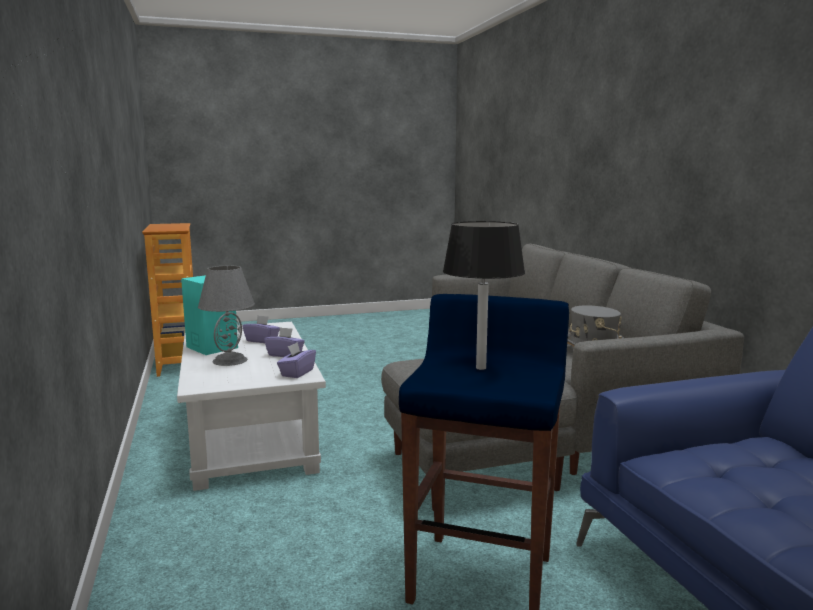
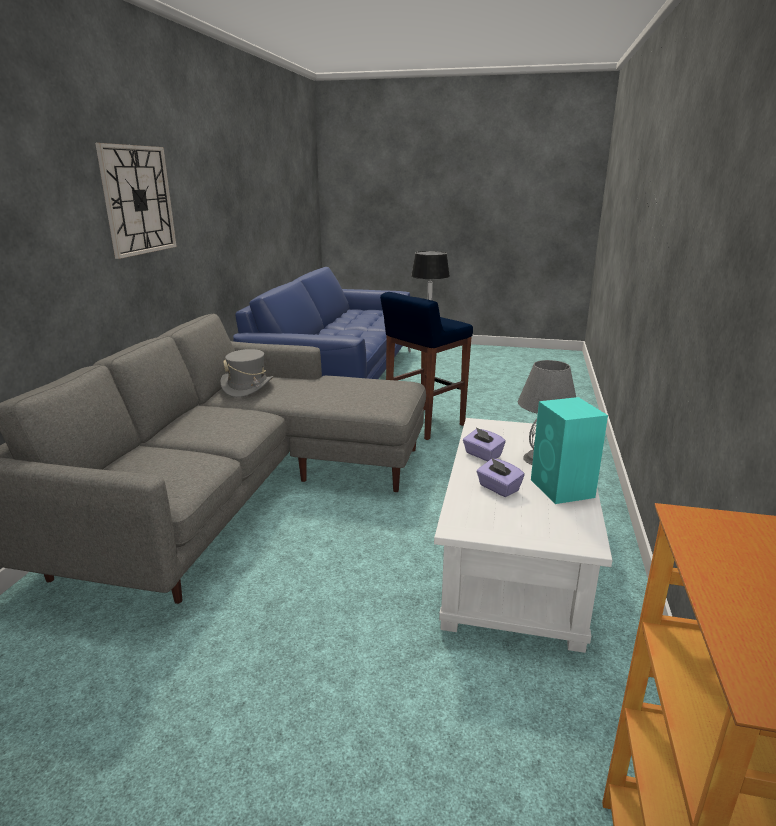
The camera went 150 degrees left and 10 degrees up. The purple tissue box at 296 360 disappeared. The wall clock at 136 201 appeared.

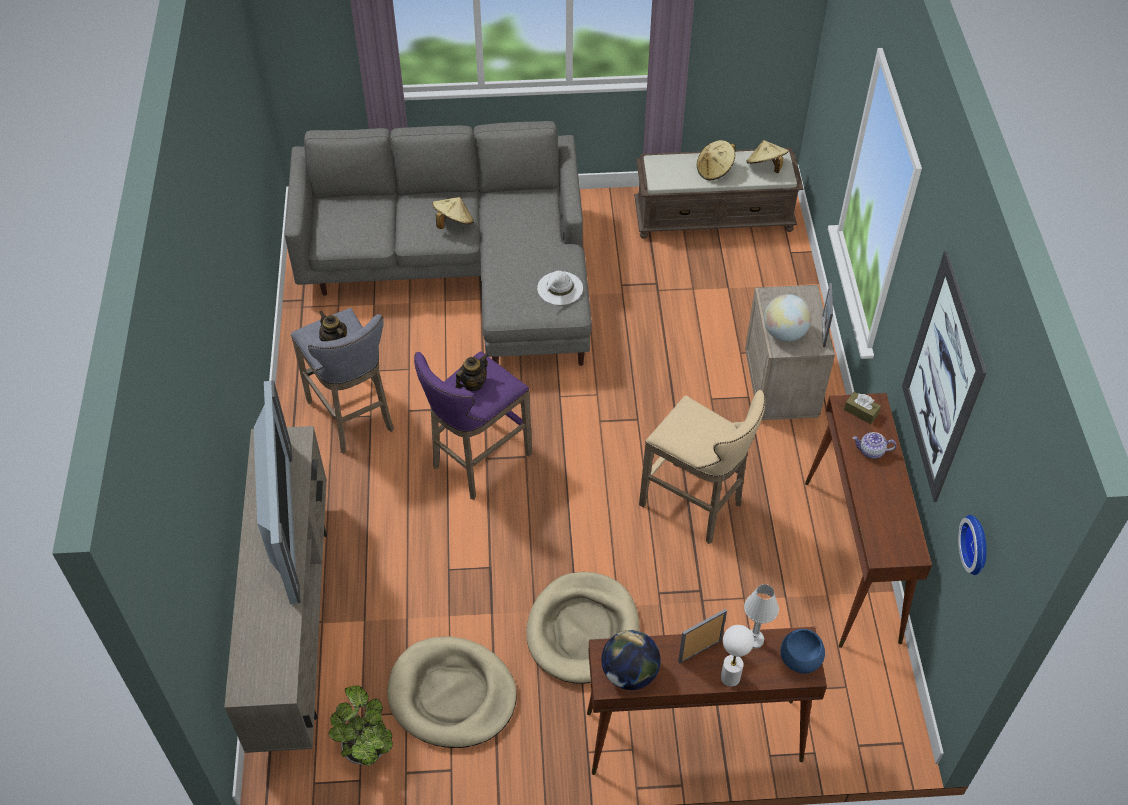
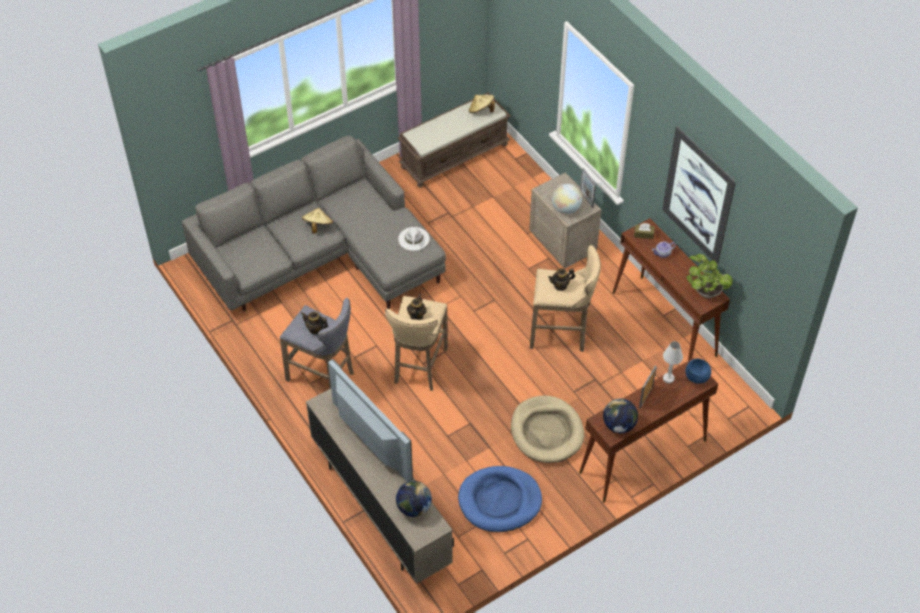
The camera went 30 degrees left and 0 degrees up. The beige hat at 716 160 disappeared. The purple stool at 473 425 became the beige stool at 416 343. The wall clock at 972 545 disappeared. The white table lamp at 737 656 disappeared. The beige dog bed at 452 692 became the blue dog bed at 500 499. The potted plant moved from 361 725 to 709 276. The teapot at 561 279 appeared. The globe at 414 499 appeared.

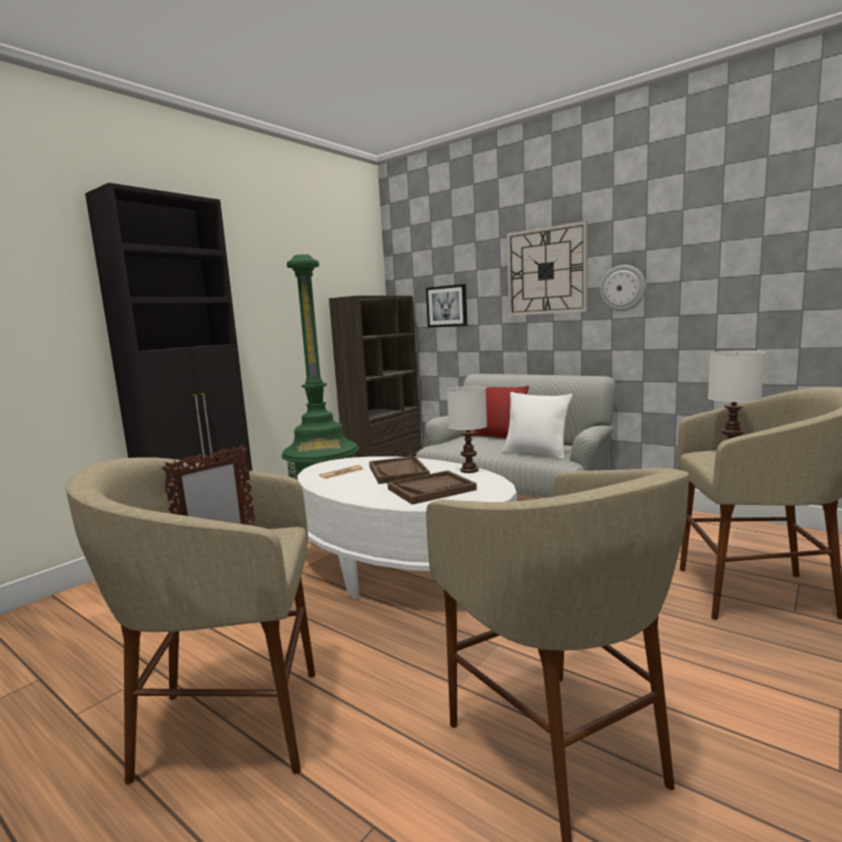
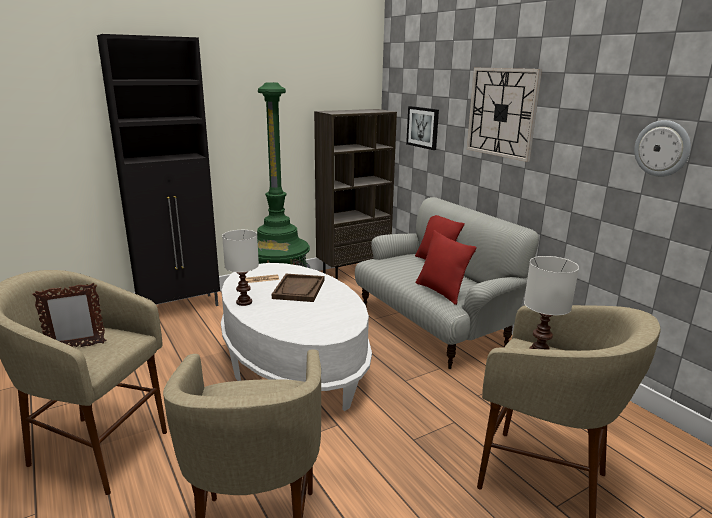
The camera went 20 degrees right and 10 degrees up. The wall clock moved from 623 288 to 662 148. The white table lamp moved from 467 429 to 240 268. The white pillow at 537 426 became the red pillow at 446 267. The brown tray at 432 487 disappeared.

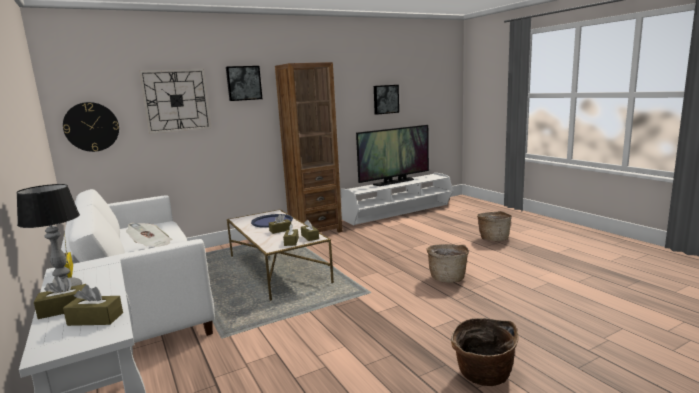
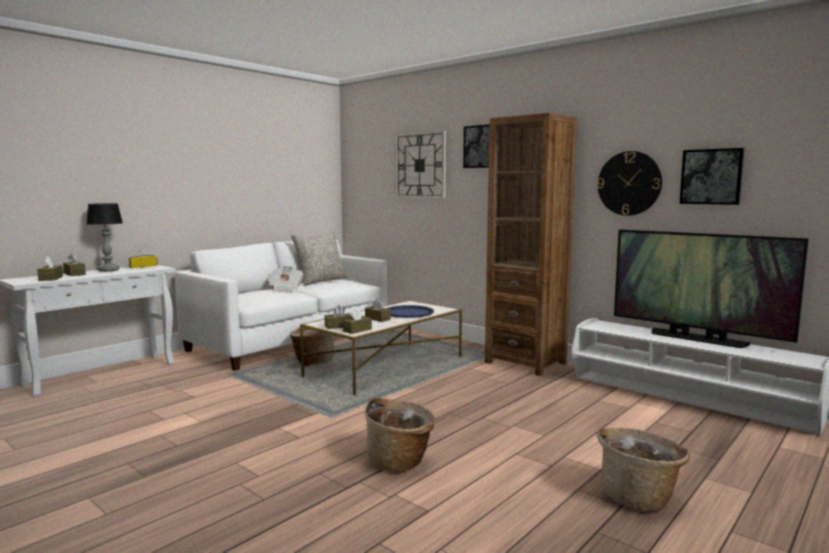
The camera went 70 degrees right and 5 degrees down. The wall clock moved from 91 127 to 629 183. The basket moved from 485 352 to 312 346. The grey pillow at 319 258 appeared.

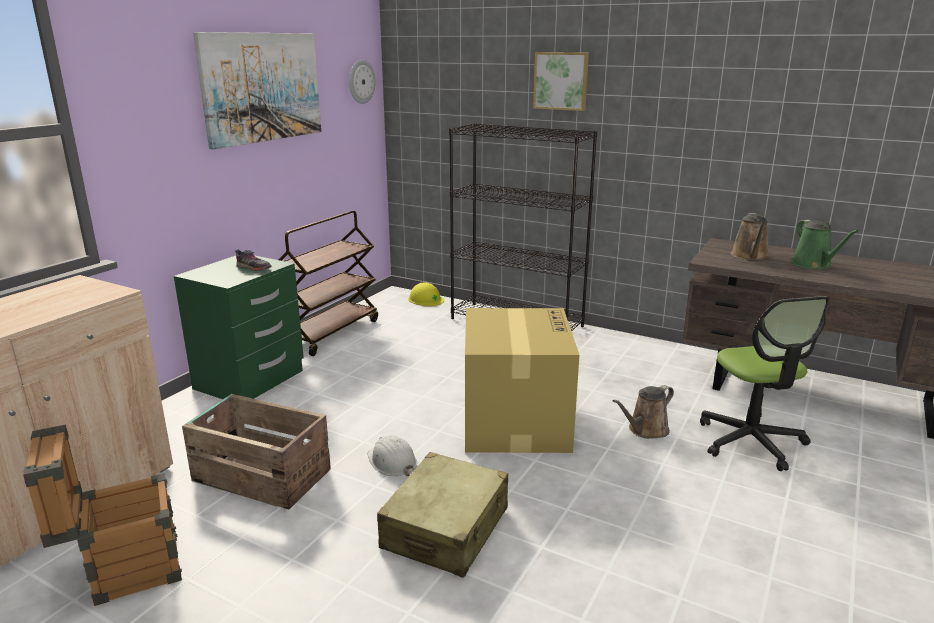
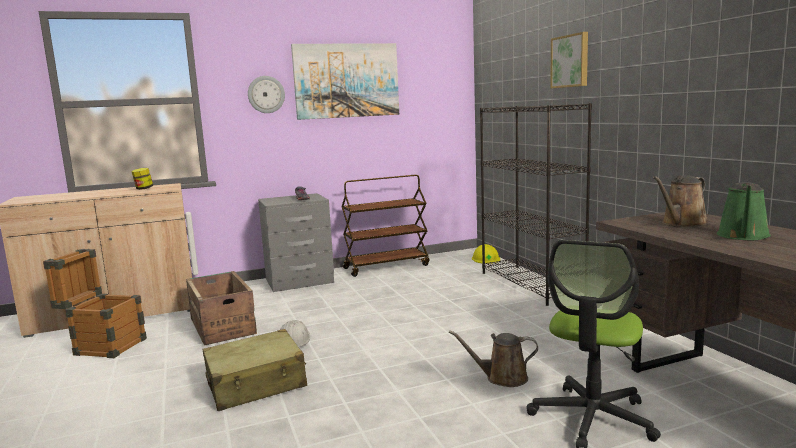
The camera went 40 degrees right and 10 degrees down. The wall clock moved from 362 82 to 266 94. The green nightstand at 239 327 became the grey nightstand at 296 242. The cardboard box at 522 380 disappeared. The jar at 142 179 appeared.

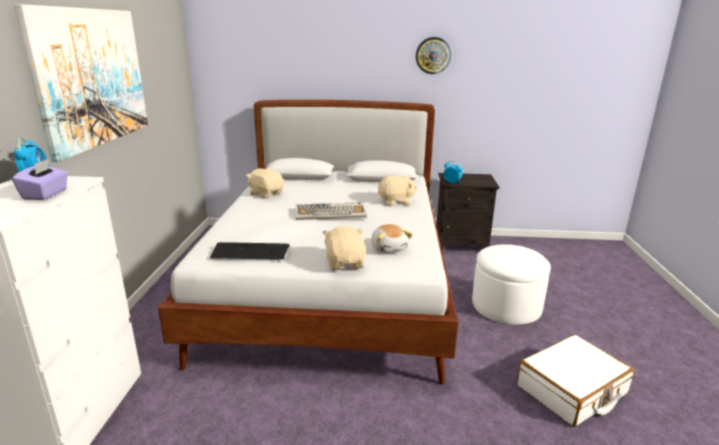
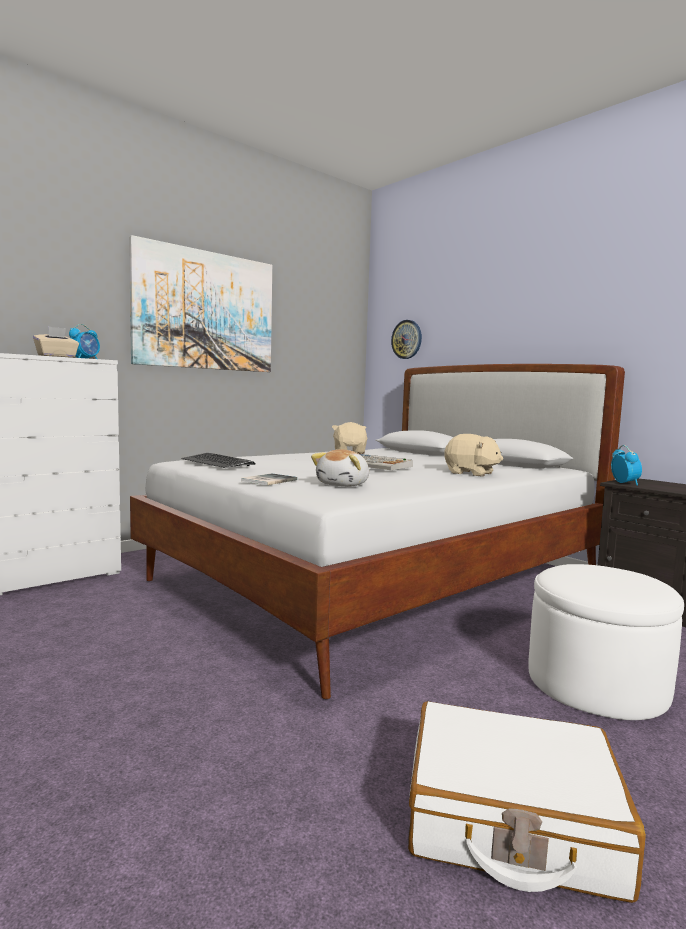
The camera went 45 degrees right and 15 degrees down. The wall clock moved from 433 55 to 406 339. The purple tissue box at 40 179 became the beige tissue box at 56 342. The beige plush toy at 344 248 was replaced by the book at 269 479.

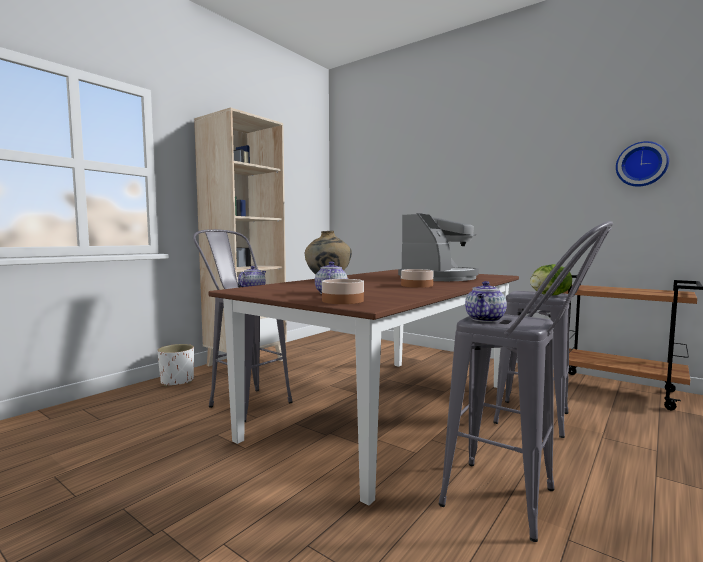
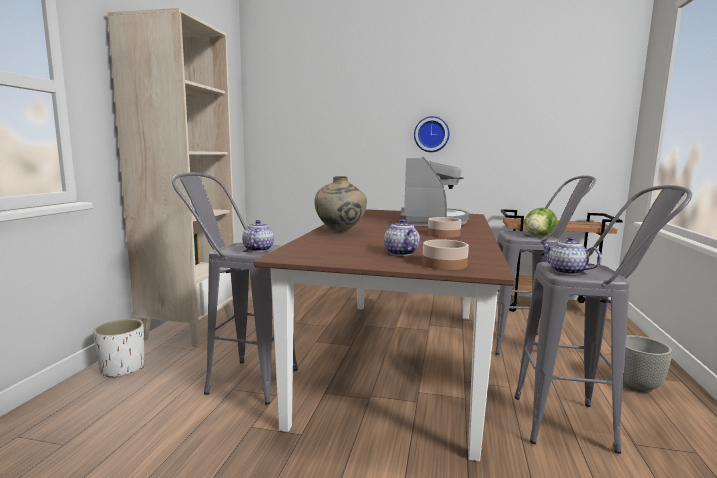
The camera went 25 degrees left and 5 degrees up. The wall clock moved from 642 164 to 432 134. The teapot at 486 301 turned 135 degrees clockwise. The planter at 647 364 appeared.

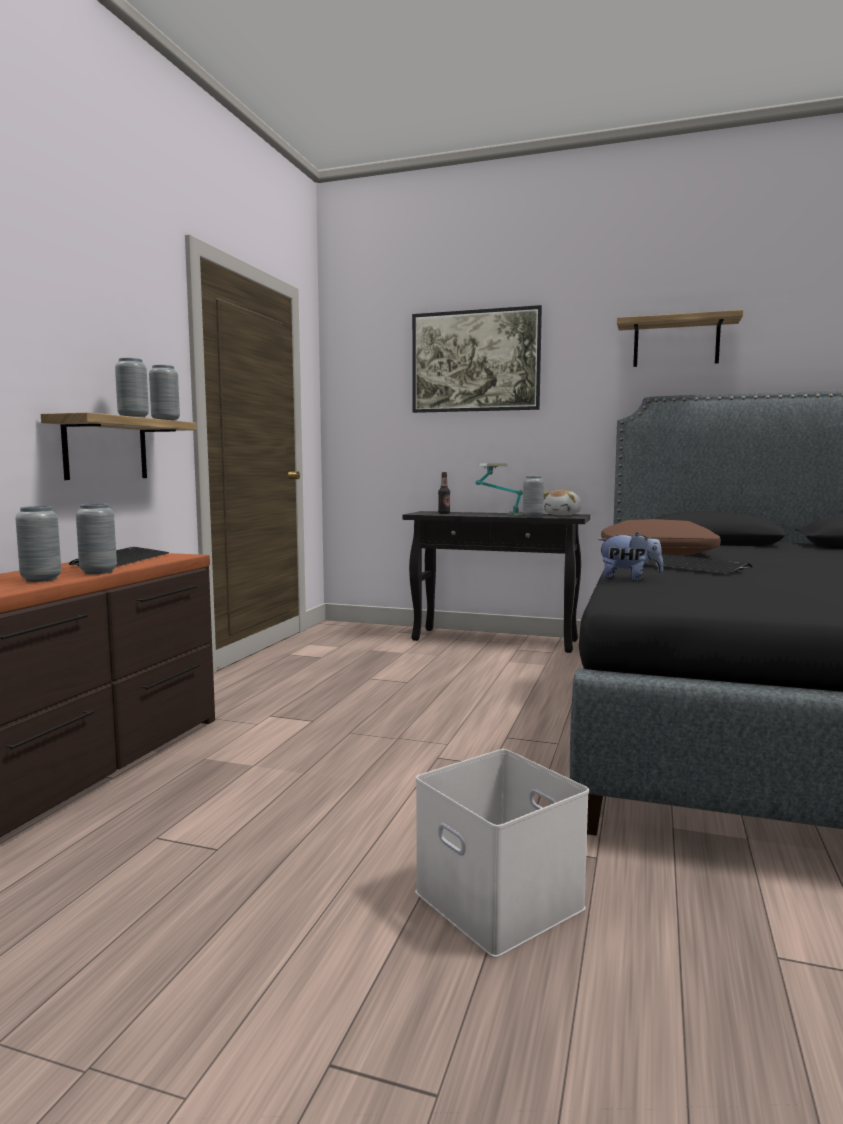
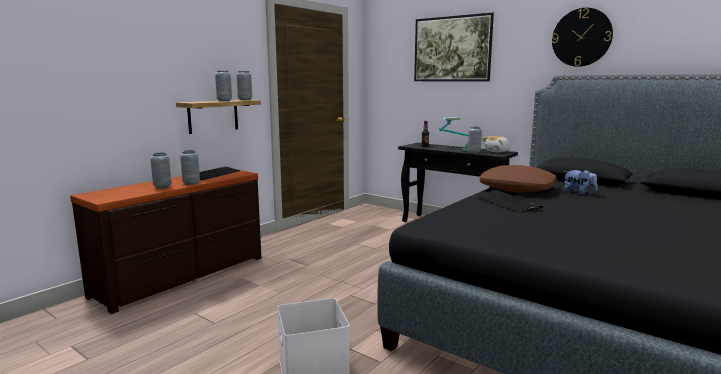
The camera went 20 degrees right and 5 degrees up. The shelf at 680 338 was replaced by the wall clock at 582 37. The plush toy moved from 630 557 to 581 182.

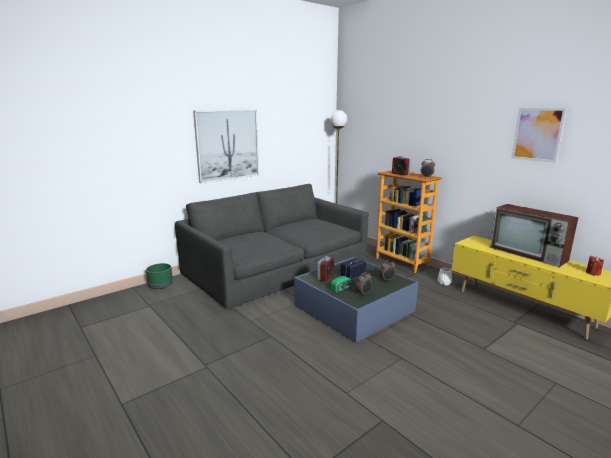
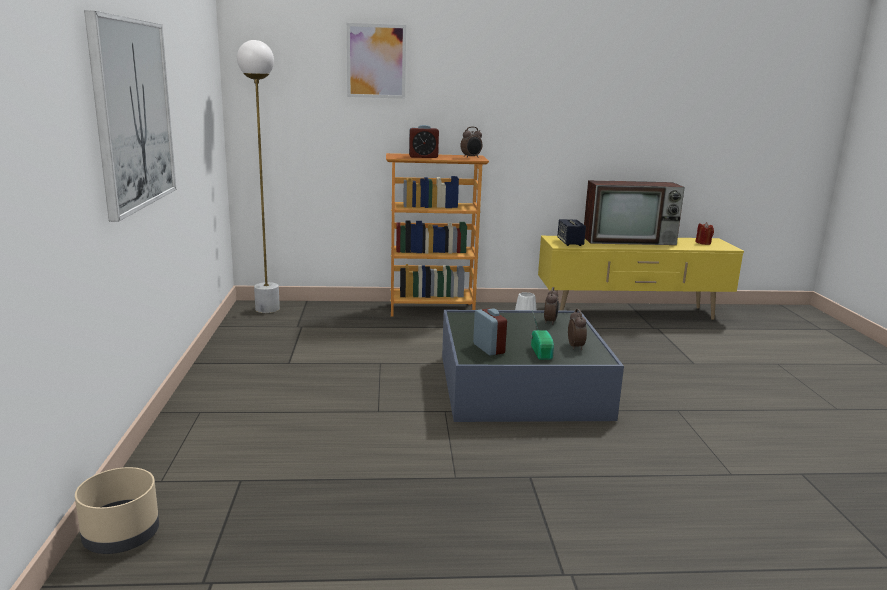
The camera went 55 degrees left and 0 degrees up. The picture moved from 539 135 to 376 61. The grey sofa at 272 246 disappeared. The speaker moved from 353 269 to 571 232. The green planter at 159 276 became the beige planter at 117 510.

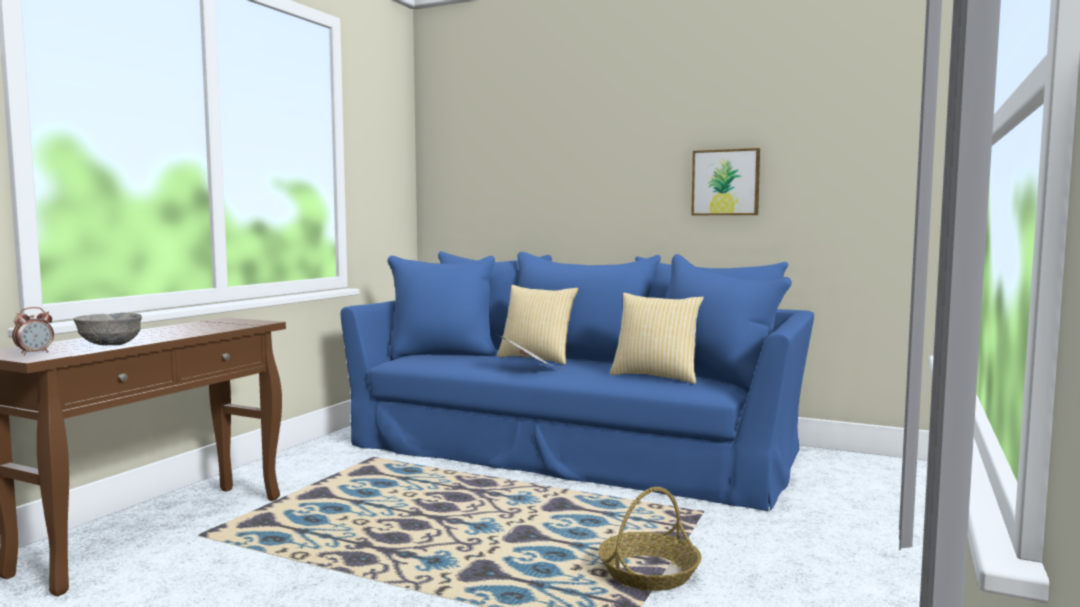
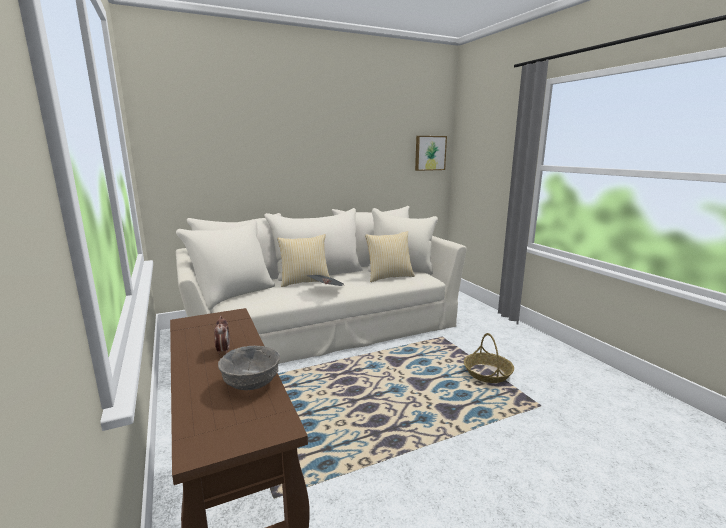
The camera went 50 degrees left and 10 degrees up. The picture moved from 725 181 to 431 153. The blue sofa at 577 381 became the beige sofa at 321 285. The alarm clock moved from 33 331 to 222 335.

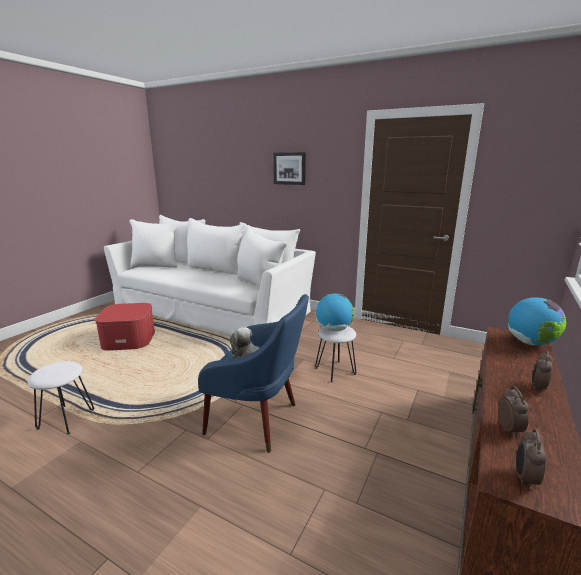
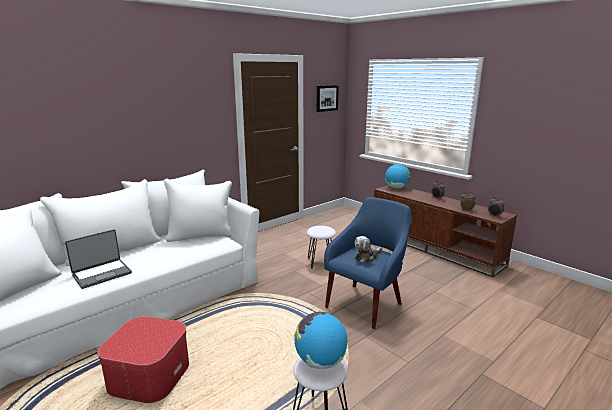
The camera went 70 degrees left and 0 degrees up. The picture moved from 289 168 to 328 98. The globe moved from 334 312 to 320 340. The laptop at 98 259 appeared.

